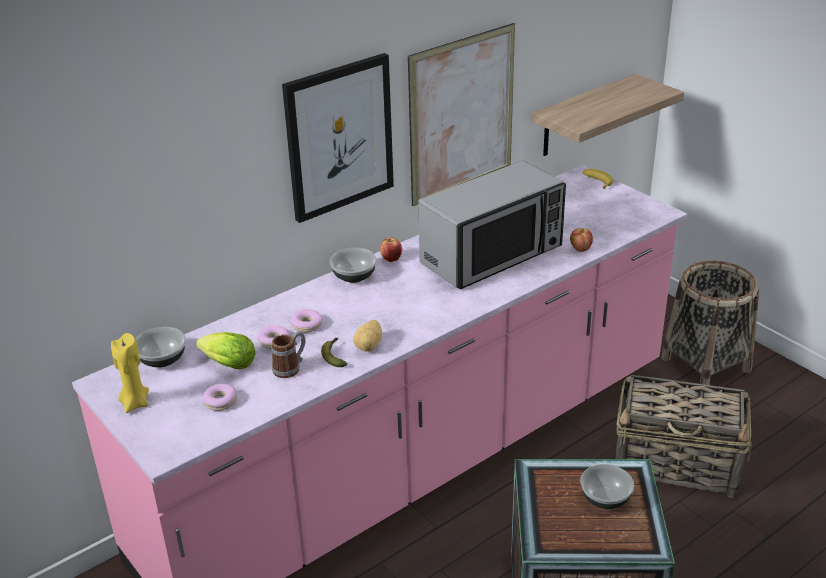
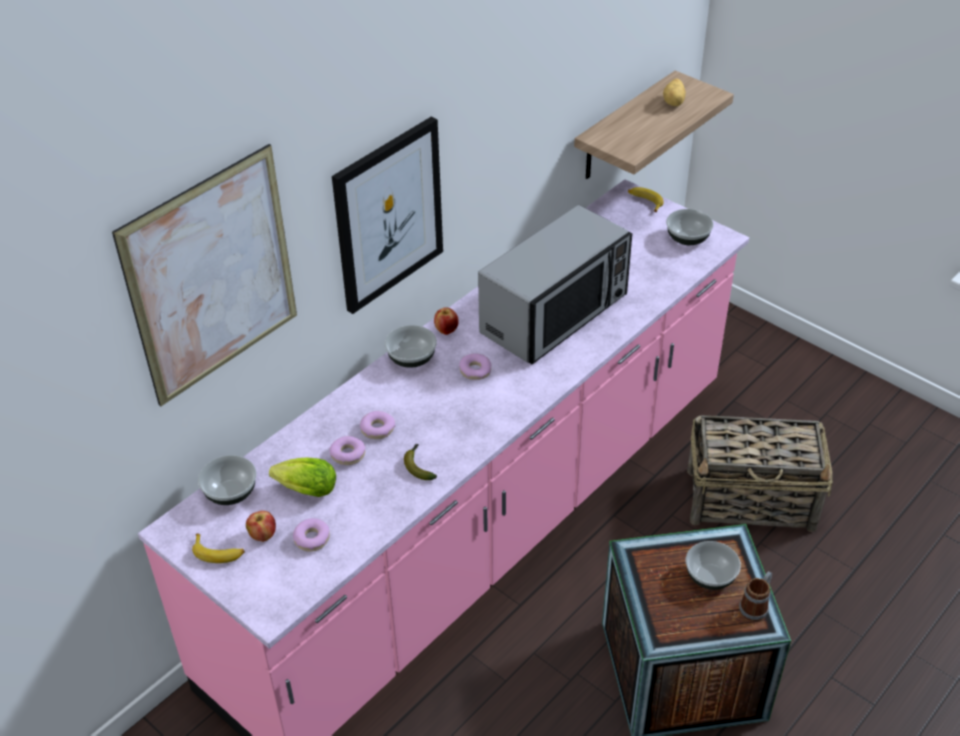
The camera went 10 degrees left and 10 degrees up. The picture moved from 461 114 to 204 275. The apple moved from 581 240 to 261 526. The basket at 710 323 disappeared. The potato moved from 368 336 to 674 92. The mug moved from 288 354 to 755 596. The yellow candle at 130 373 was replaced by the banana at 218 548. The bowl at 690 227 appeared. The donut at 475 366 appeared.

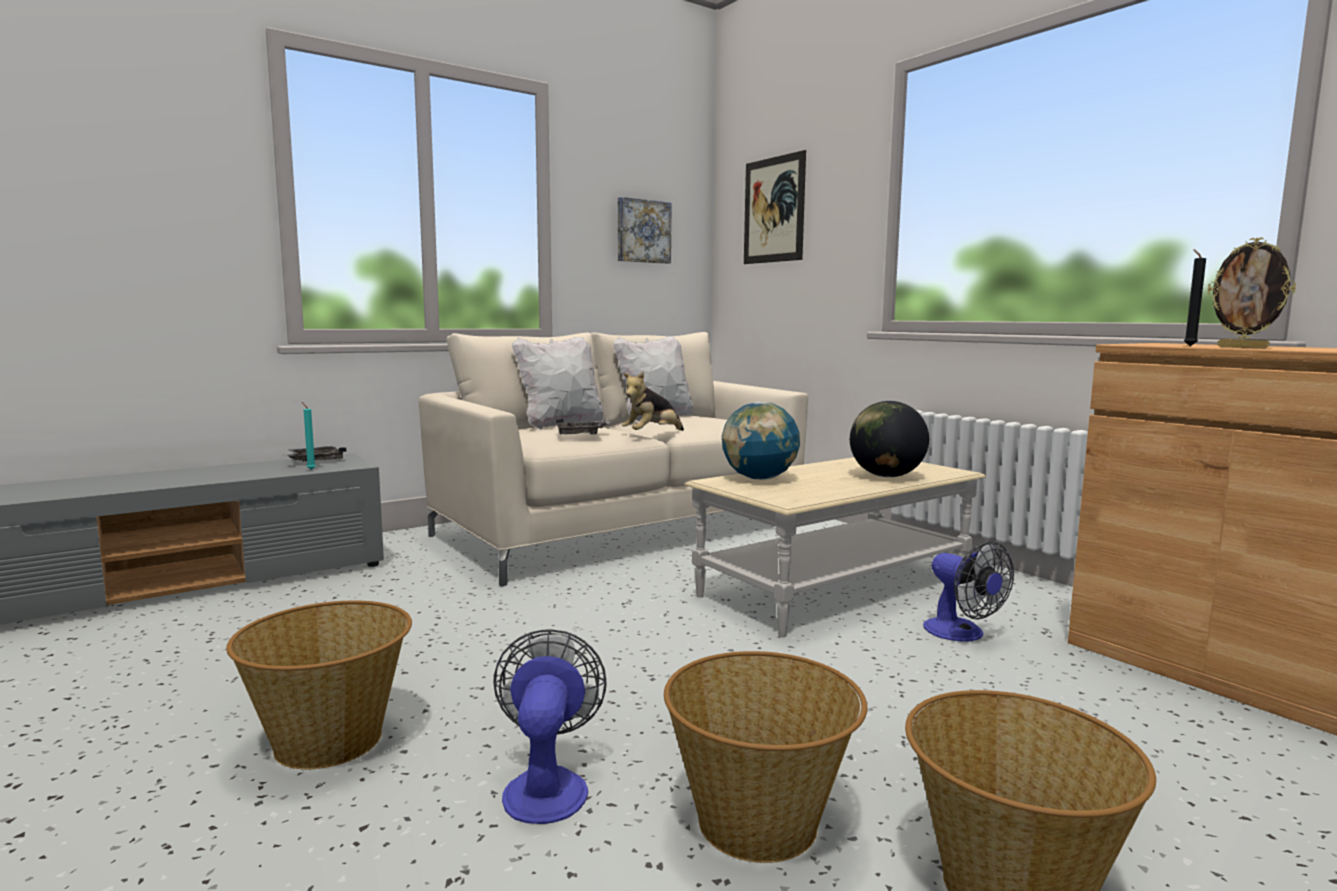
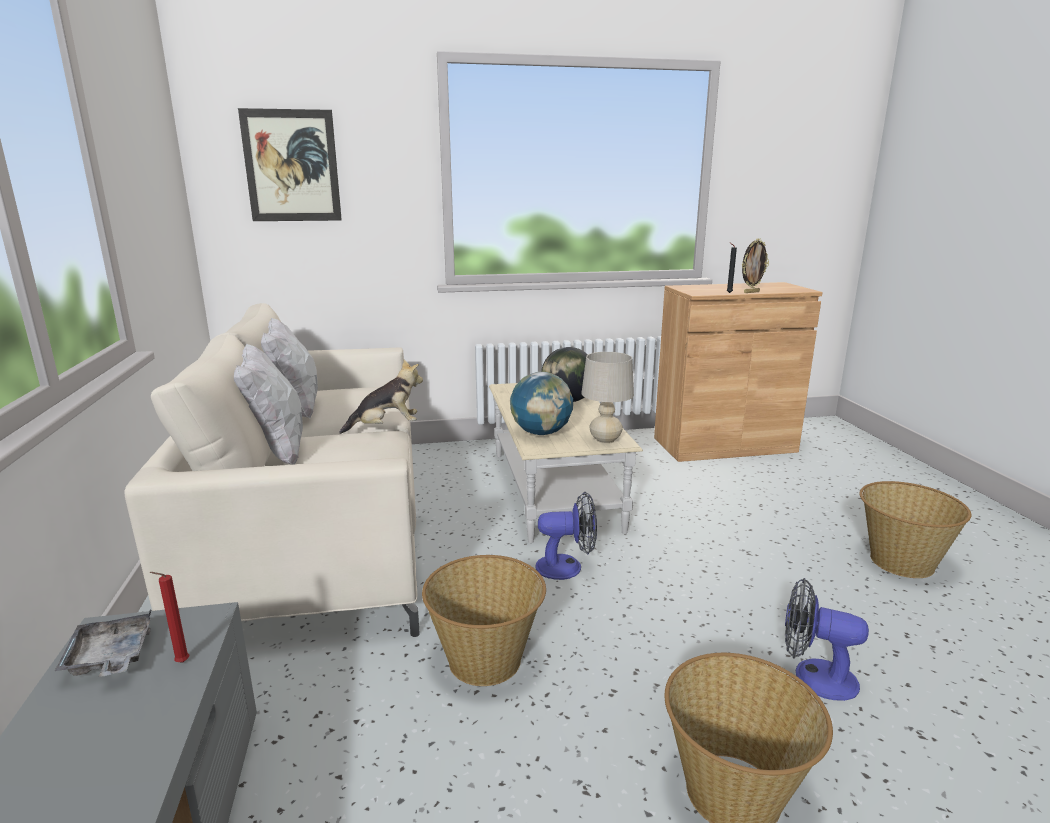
The camera went 65 degrees left and 10 degrees up. The picture at 644 230 disappeared. The plush toy at 653 401 turned 90 degrees counterclockwise. The turquoise candle at 309 436 became the red candle at 169 617. The grey tray at 583 426 disappeared. The fan moved from 968 592 to 566 536. The basket moved from 765 757 to 484 620. The beige table lamp at 608 398 appeared.

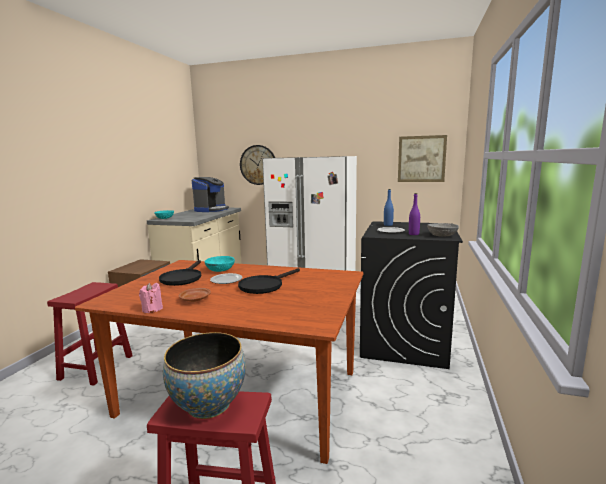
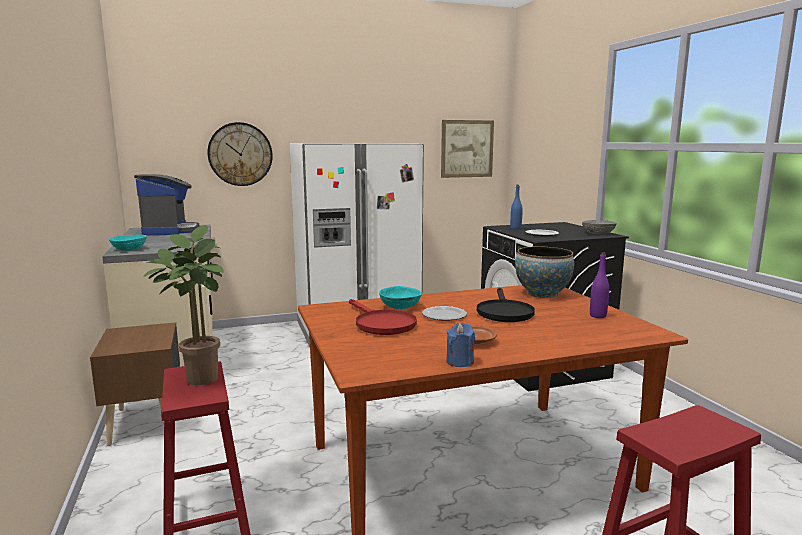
The camera went 35 degrees left and 0 degrees up. The purple bottle moved from 414 214 to 599 285. The black frying pan at 180 273 became the red frying pan at 383 317. The pink candle at 151 298 became the blue candle at 461 344. The bowl moved from 204 375 to 544 272. The potted plant at 183 305 appeared.

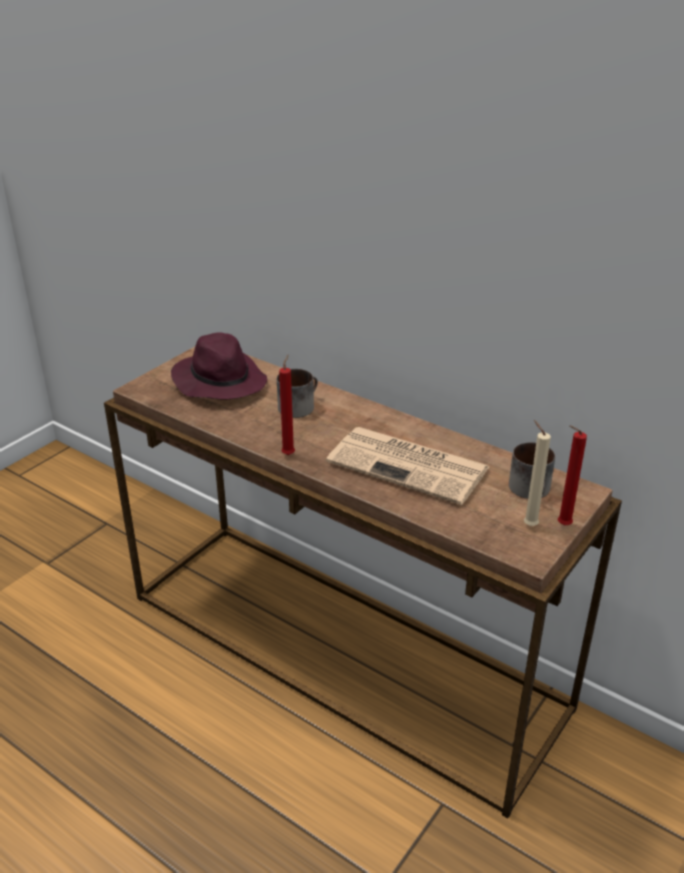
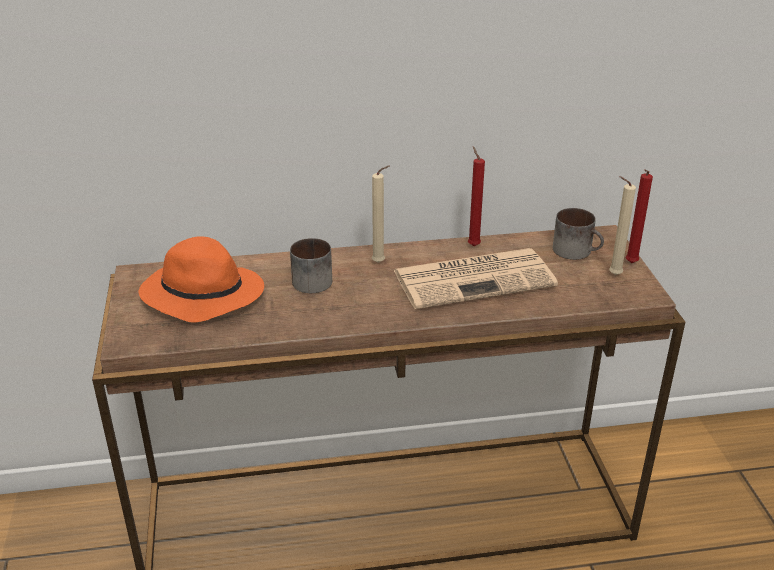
The camera went 45 degrees left and 0 degrees up. The purple hat at 219 365 became the orange hat at 201 279. The red candle moved from 287 405 to 476 196. The beige candle at 381 214 appeared.

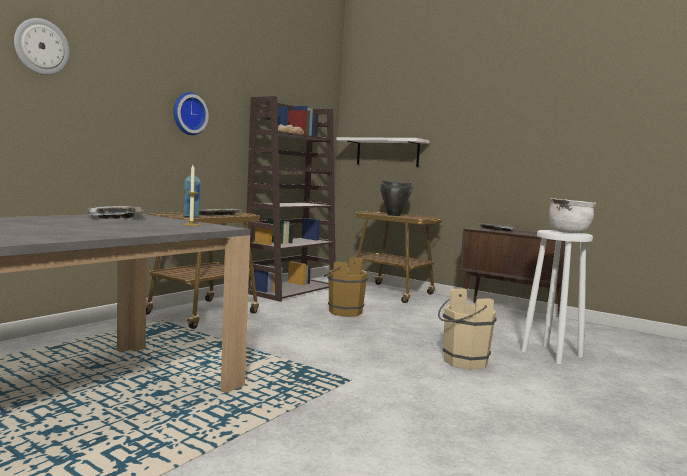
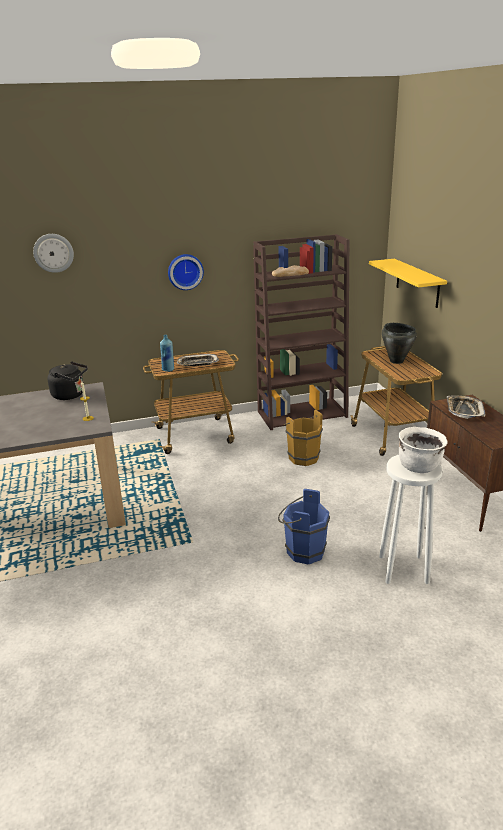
The camera went 40 degrees right and 20 degrees up. The white shelf at 382 152 became the yellow shelf at 408 283. The tray at 116 212 was replaced by the black kettle at 67 381. The beige bucket at 467 329 became the blue bucket at 304 526.

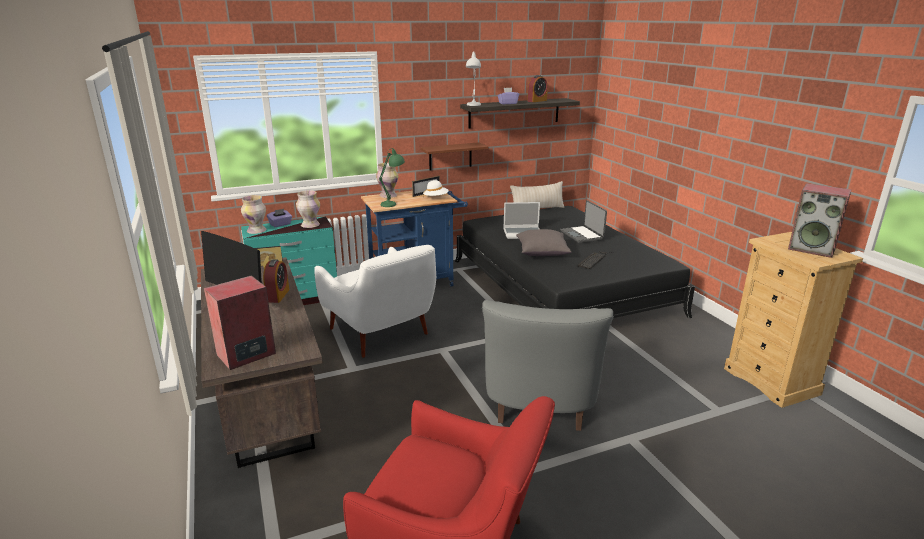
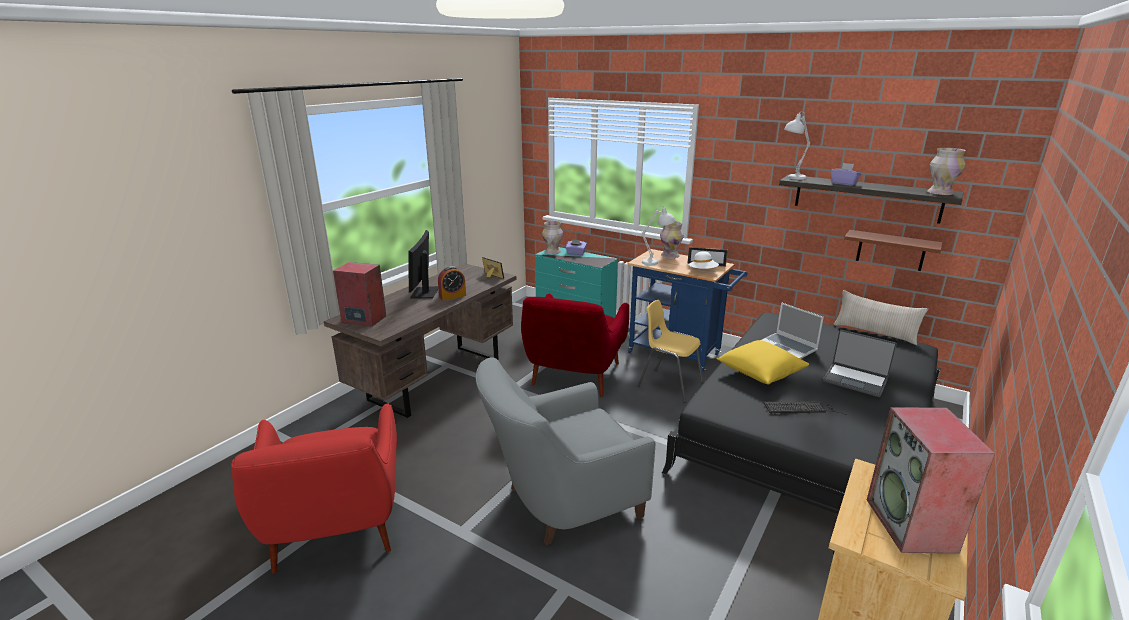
The camera went 55 degrees right and 0 degrees up. The alarm clock at 537 88 disappeared. The brown shelf moved from 454 156 to 893 250. The green table lamp at 392 177 became the white table lamp at 658 235. The vase moved from 308 209 to 946 171. The laptop at 583 221 turned 90 degrees counterclockwise. The grey pillow at 543 242 became the yellow pillow at 762 362. The white armchair at 375 301 became the red armchair at 575 345. The yellow chair at 670 351 appeared.

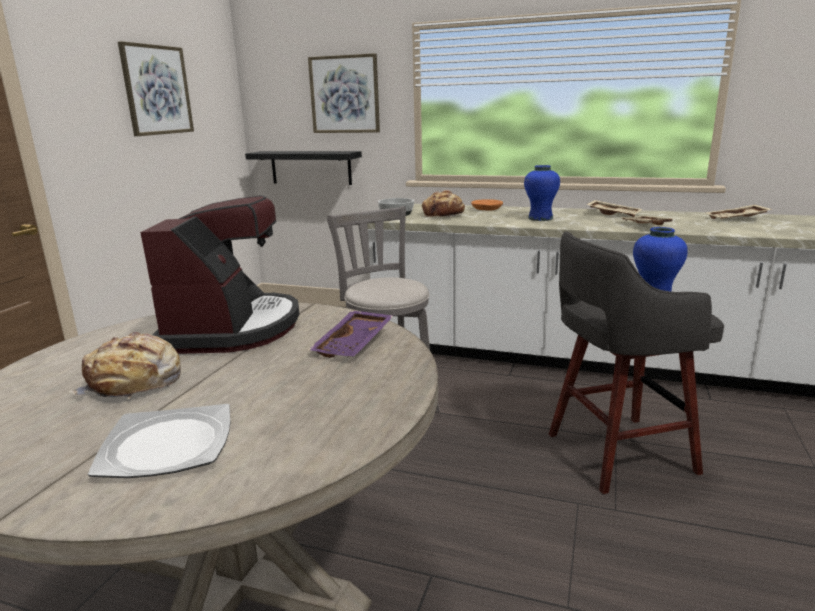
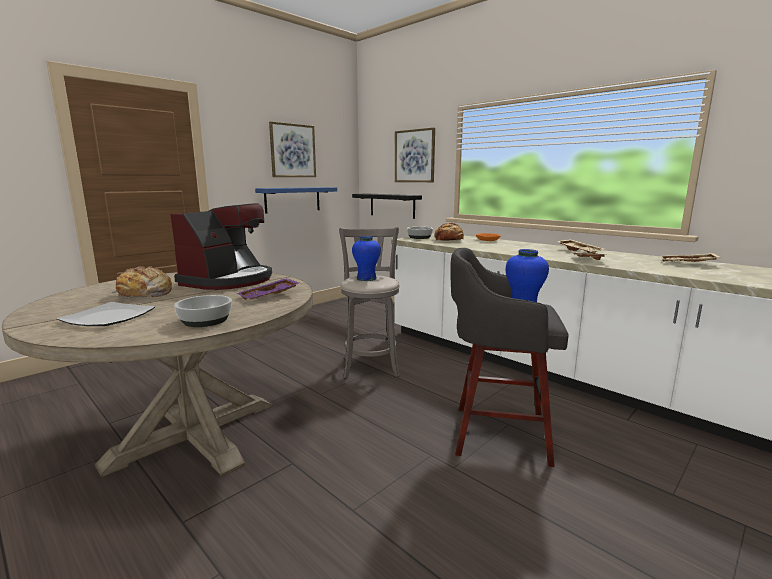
The camera went 25 degrees right and 5 degrees down. The blue vase moved from 542 193 to 366 258. The blue shelf at 296 200 appeared. The bowl at 203 311 appeared.

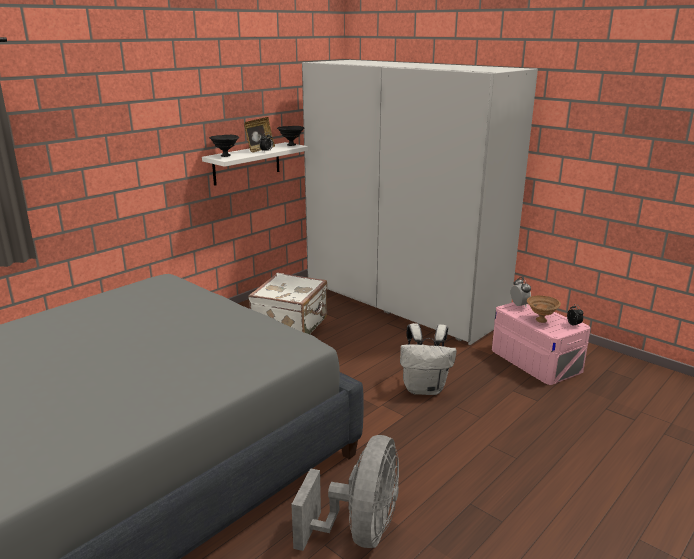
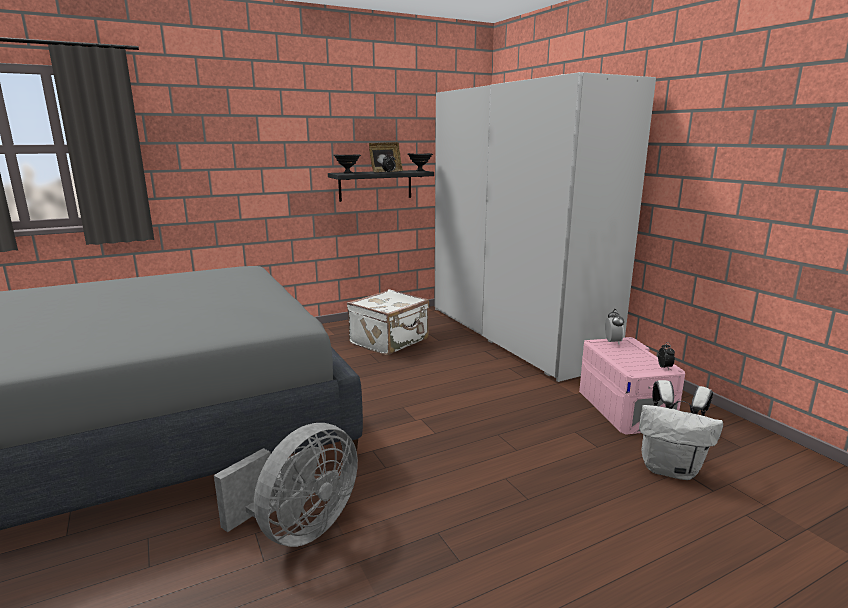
The camera went 20 degrees right and 5 degrees down. The white shelf at 255 164 became the black shelf at 381 186. The brown bowl at 544 309 disappeared. The white backpack moved from 428 359 to 681 430.

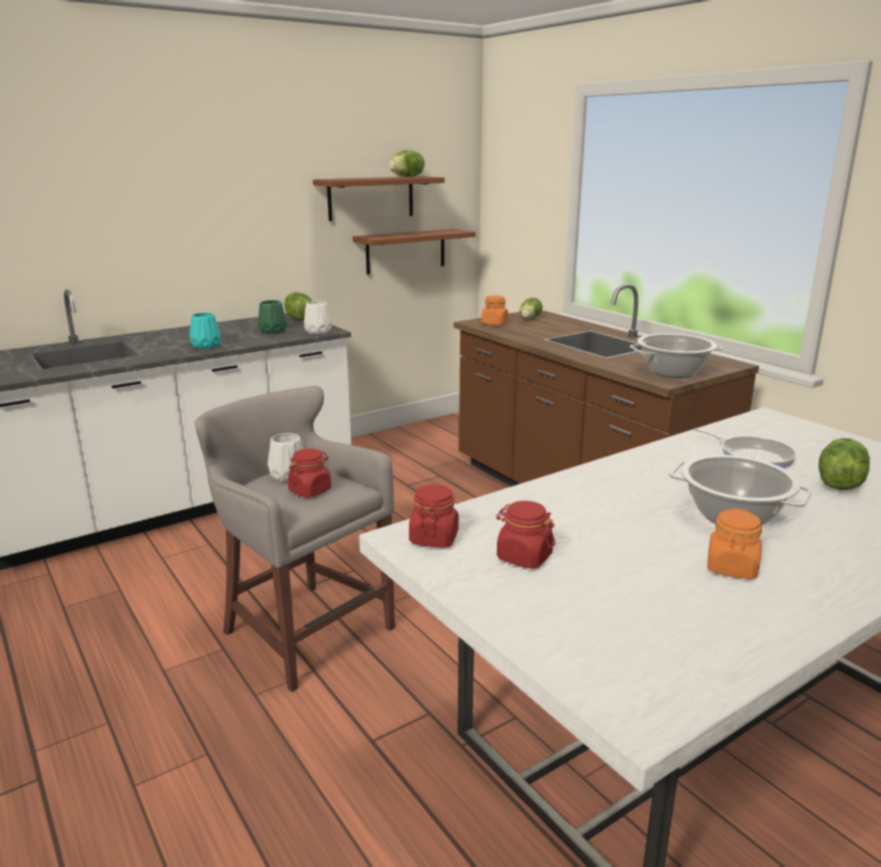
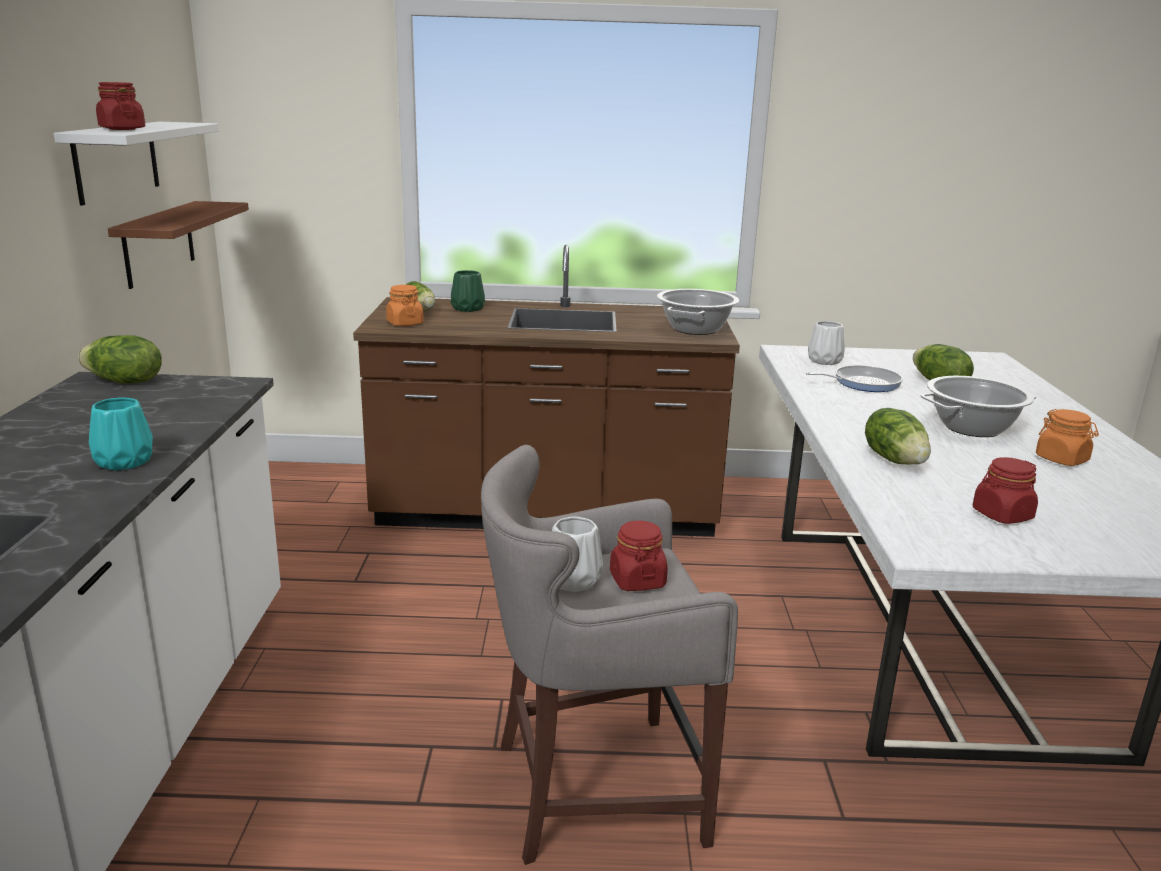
The camera went 55 degrees left and 0 degrees up. The lettuce moved from 406 163 to 898 436. The brown shelf at 378 198 became the white shelf at 136 164. The green vase moved from 272 317 to 468 291. The white vase moved from 318 318 to 826 343. The red jar moved from 434 516 to 120 106.

